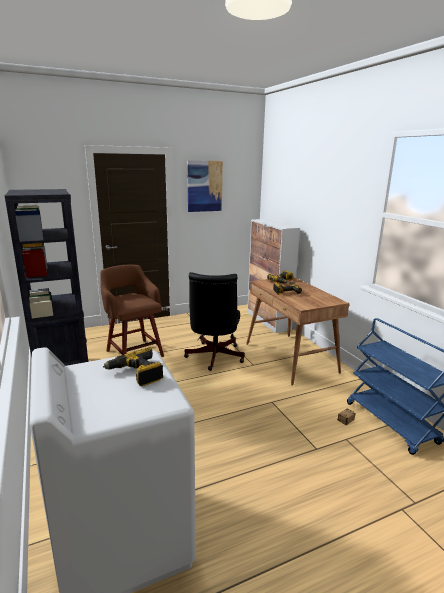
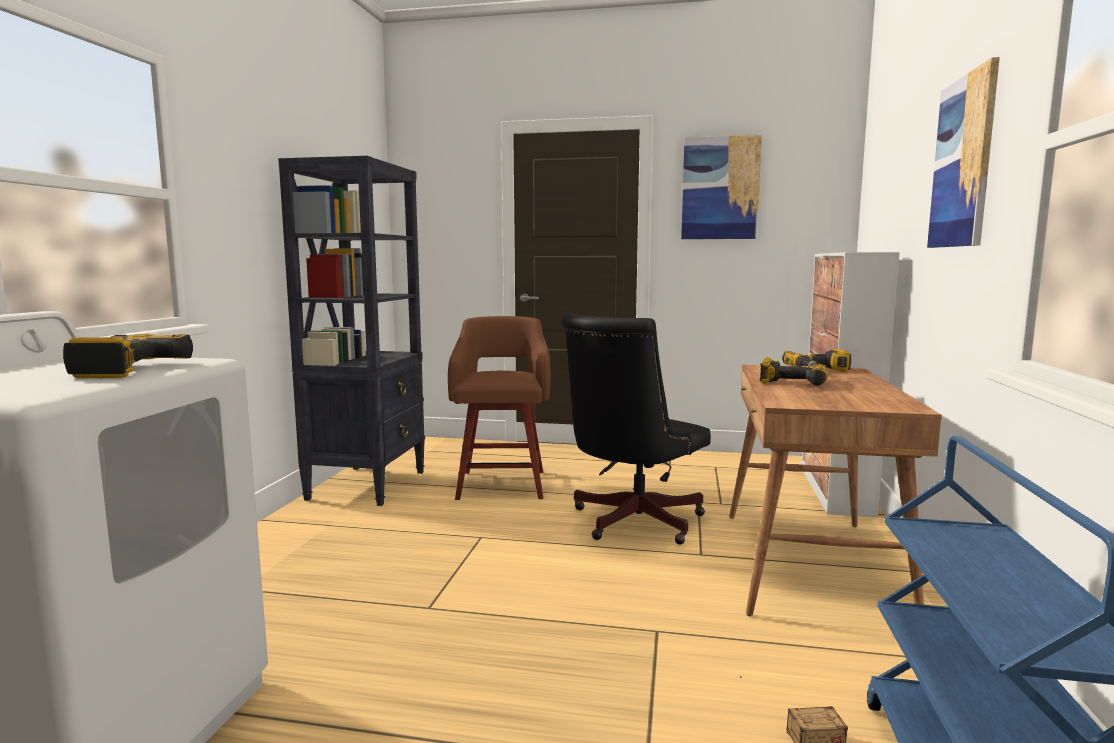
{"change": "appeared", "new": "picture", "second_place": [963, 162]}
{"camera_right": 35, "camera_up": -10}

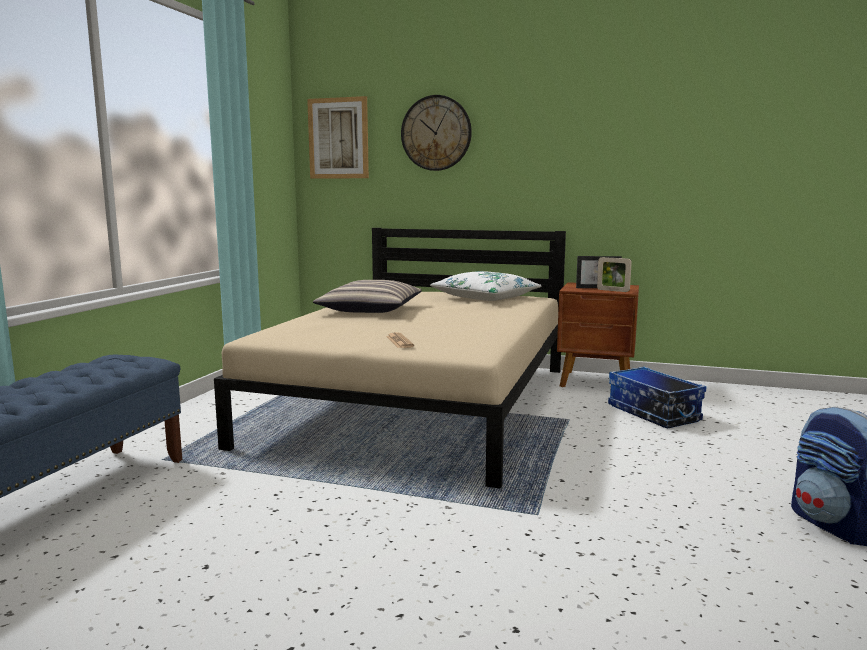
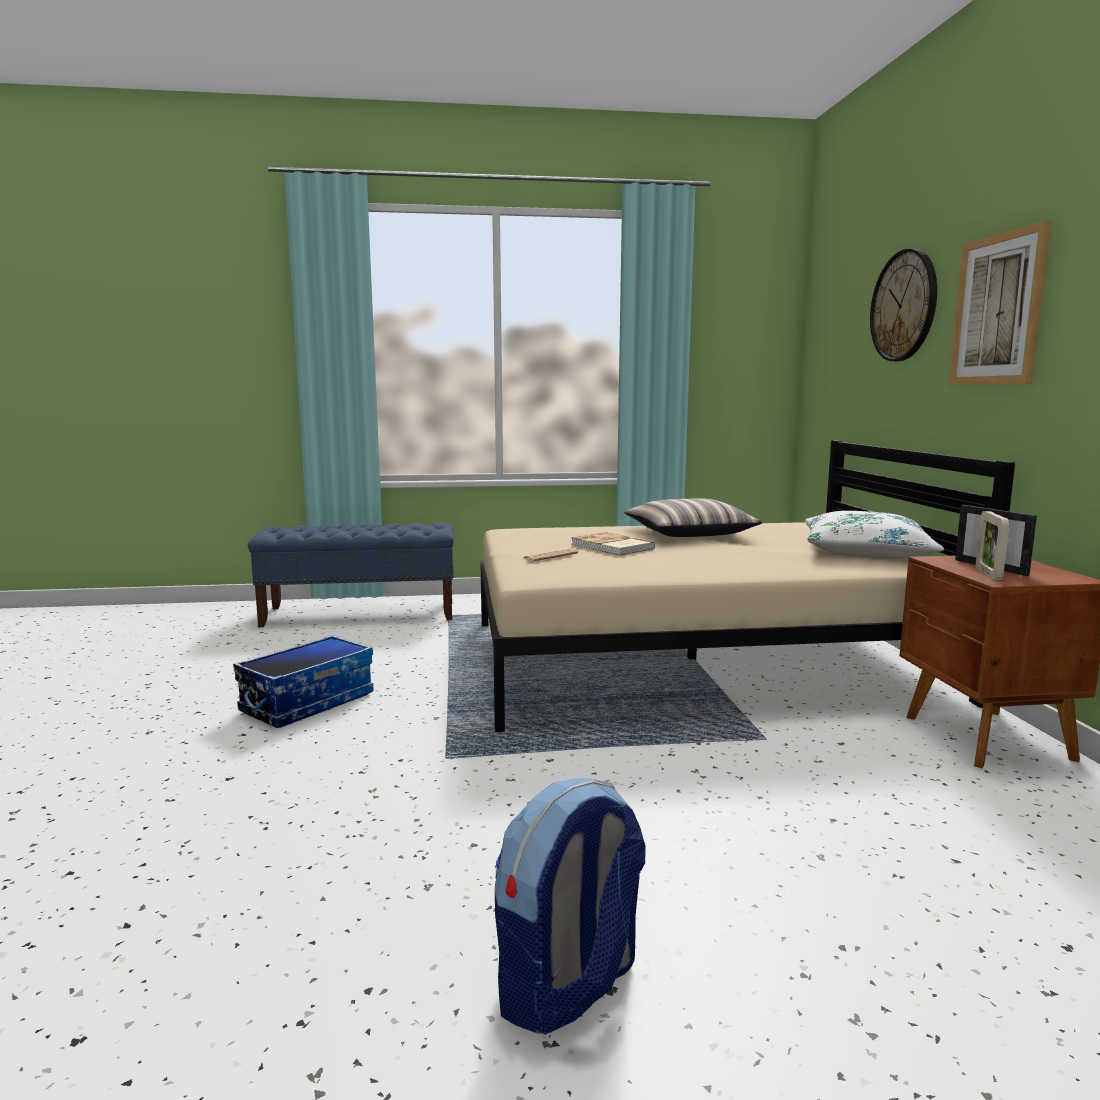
{"change": "appeared", "new": "book", "second_place": [611, 547]}
{"change": "relocated", "old": "picture", "first_place": [338, 138], "second_place": [997, 310]}
{"change": "relocated", "old": "storage box", "first_place": [652, 413], "second_place": [307, 702]}
{"camera_right": 65, "camera_up": 0}

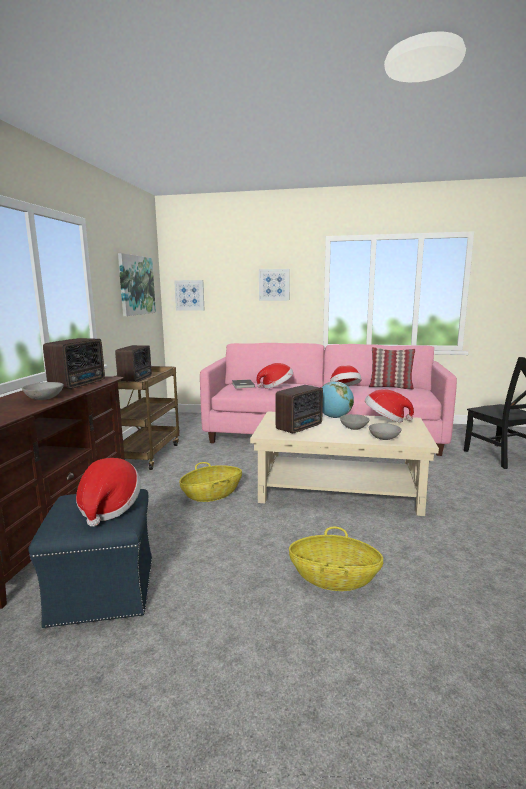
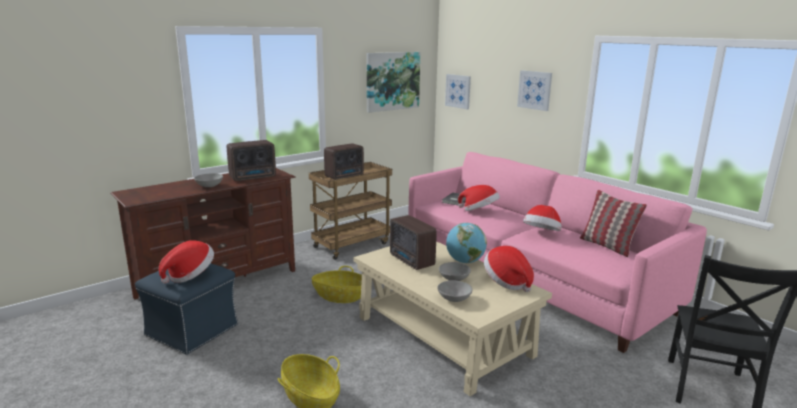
{"change": "spun", "old": "radio", "first_place": [300, 427], "second_place": [411, 261], "degrees": 60}
{"camera_right": 40, "camera_up": 5}

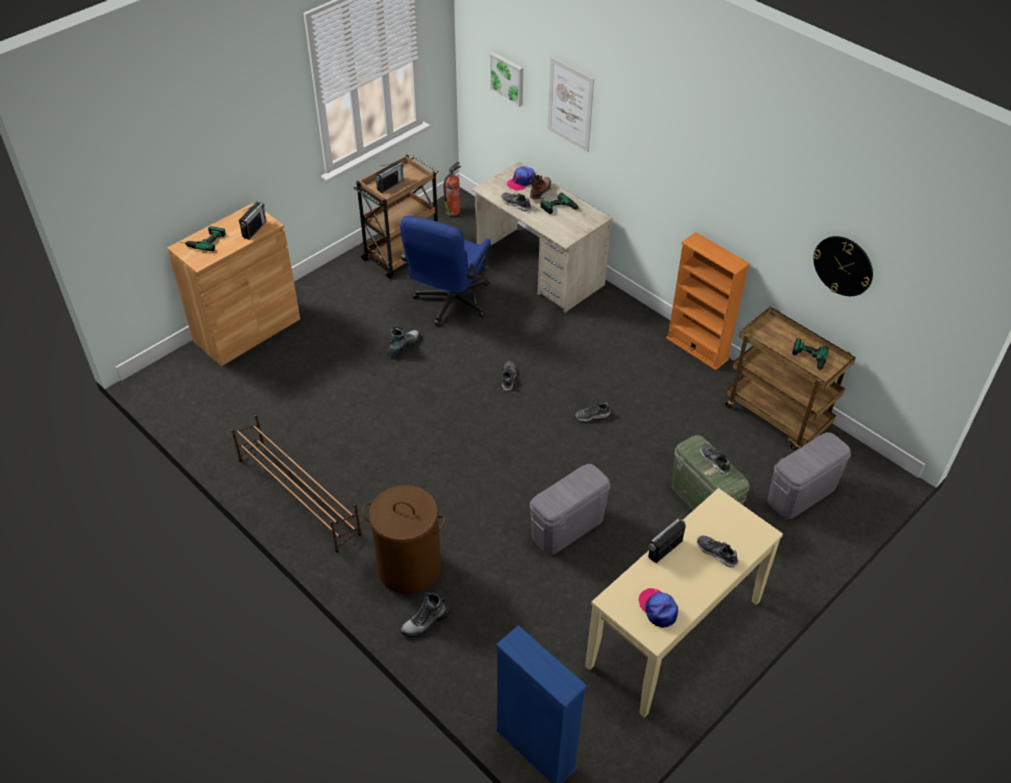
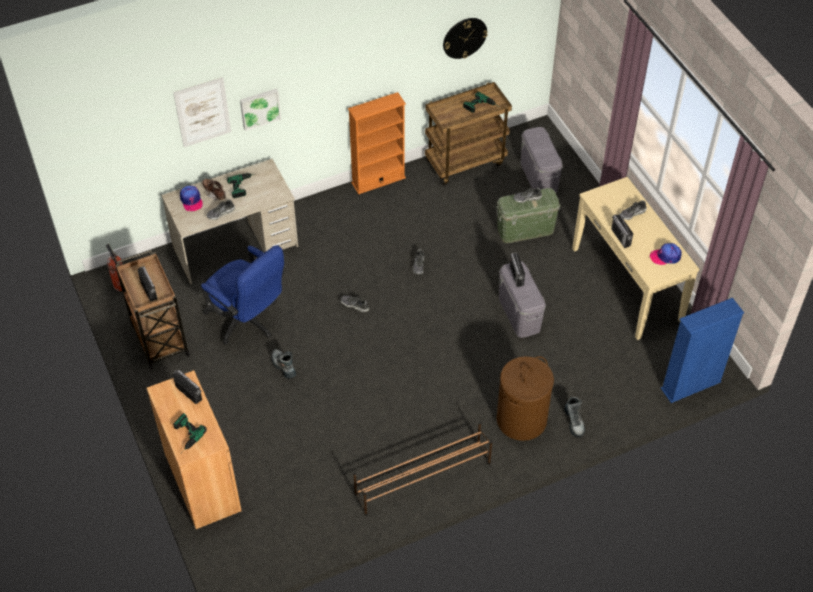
{"change": "appeared", "new": "radio", "second_place": [516, 276]}
{"change": "relocated", "old": "picture", "first_place": [508, 78], "second_place": [260, 108]}
{"camera_right": -70, "camera_up": 5}

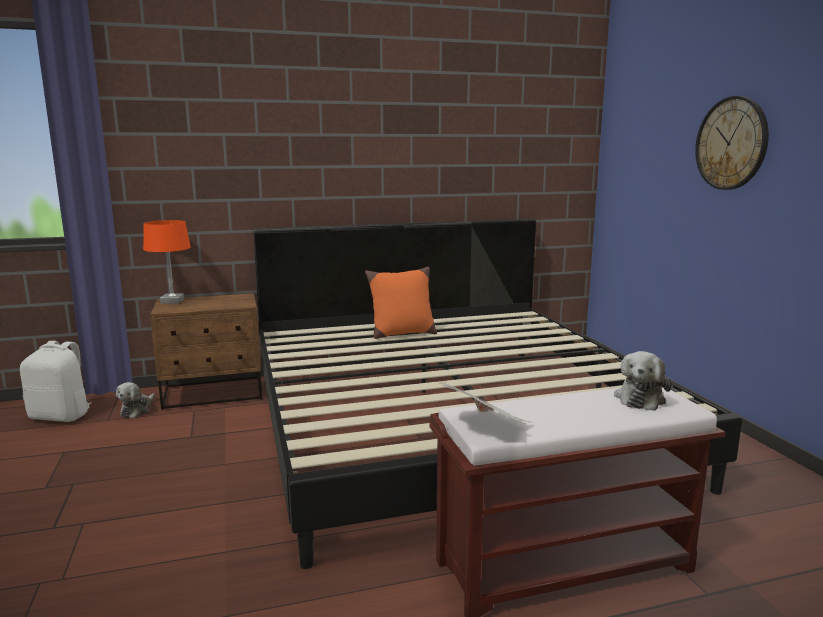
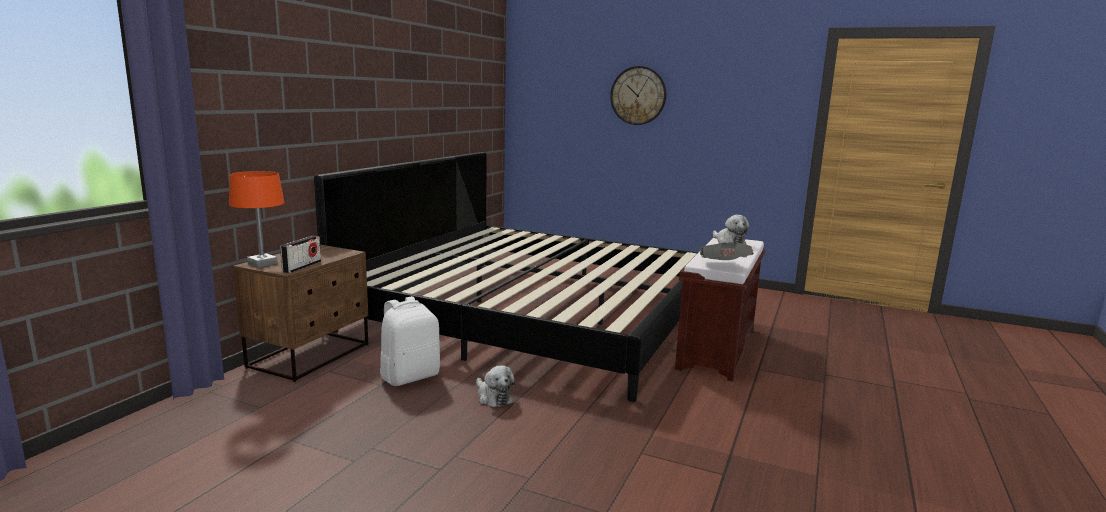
{"change": "missing", "old": "pillow (orange)", "first_place": [401, 334]}
{"change": "appeared", "new": "radio", "second_place": [302, 267]}
{"change": "relocated", "old": "backpack (white)", "first_place": [61, 416], "second_place": [410, 376]}
{"change": "relocated", "old": "plush toy", "first_place": [137, 410], "second_place": [493, 397]}
{"camera_right": -50, "camera_up": 0}

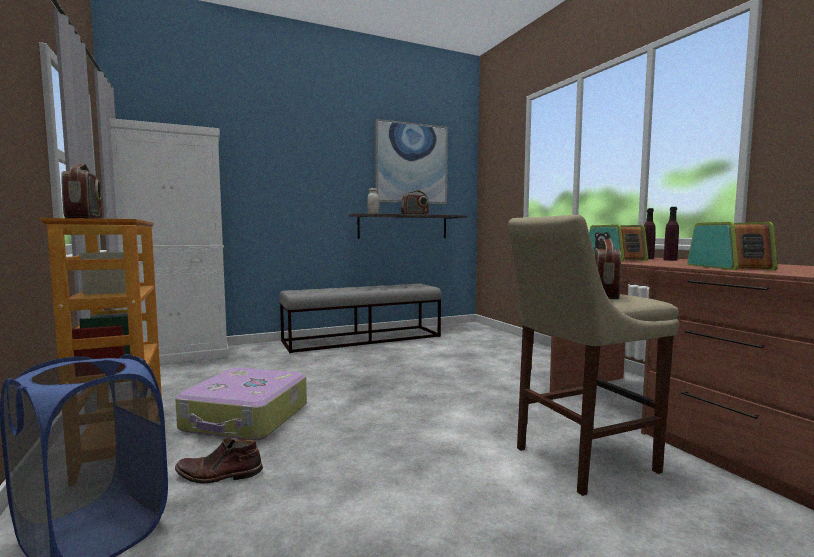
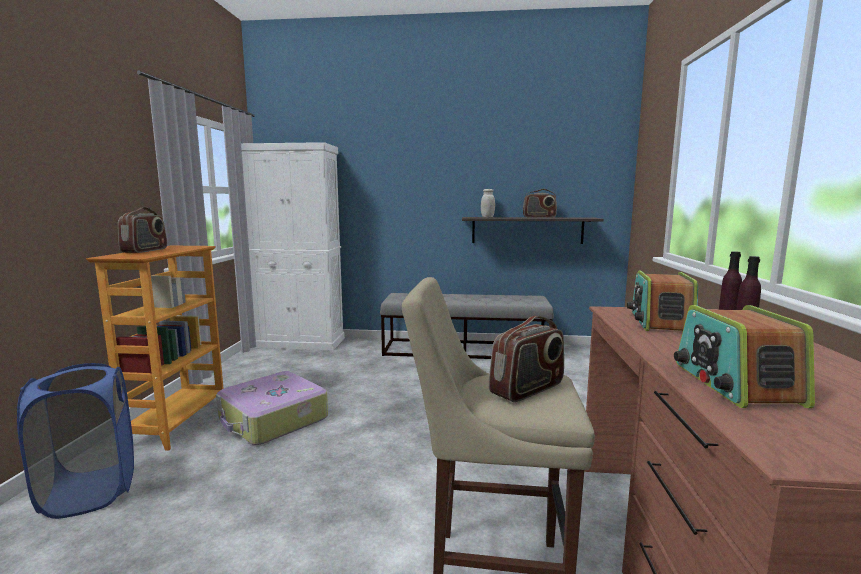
{"change": "missing", "old": "boot (brown)", "first_place": [219, 475]}
{"change": "missing", "old": "picture", "first_place": [411, 163]}
{"change": "spun", "old": "radio", "first_place": [729, 267], "second_place": [734, 384], "degrees": 150}
{"camera_right": 30, "camera_up": 5}

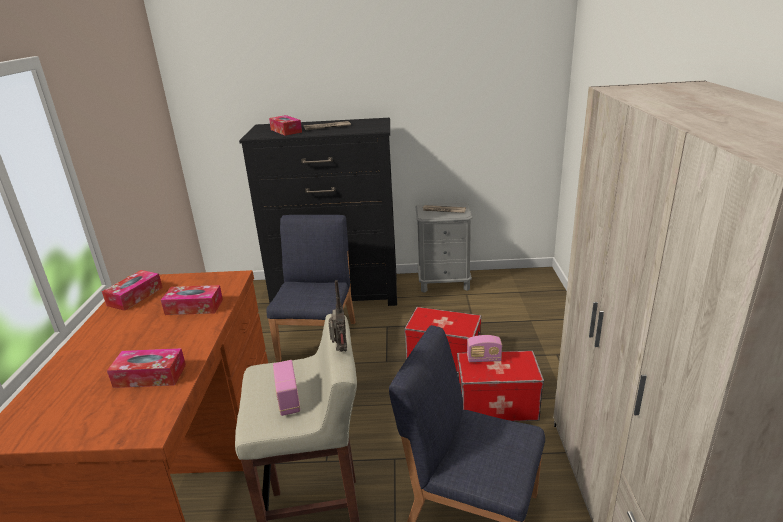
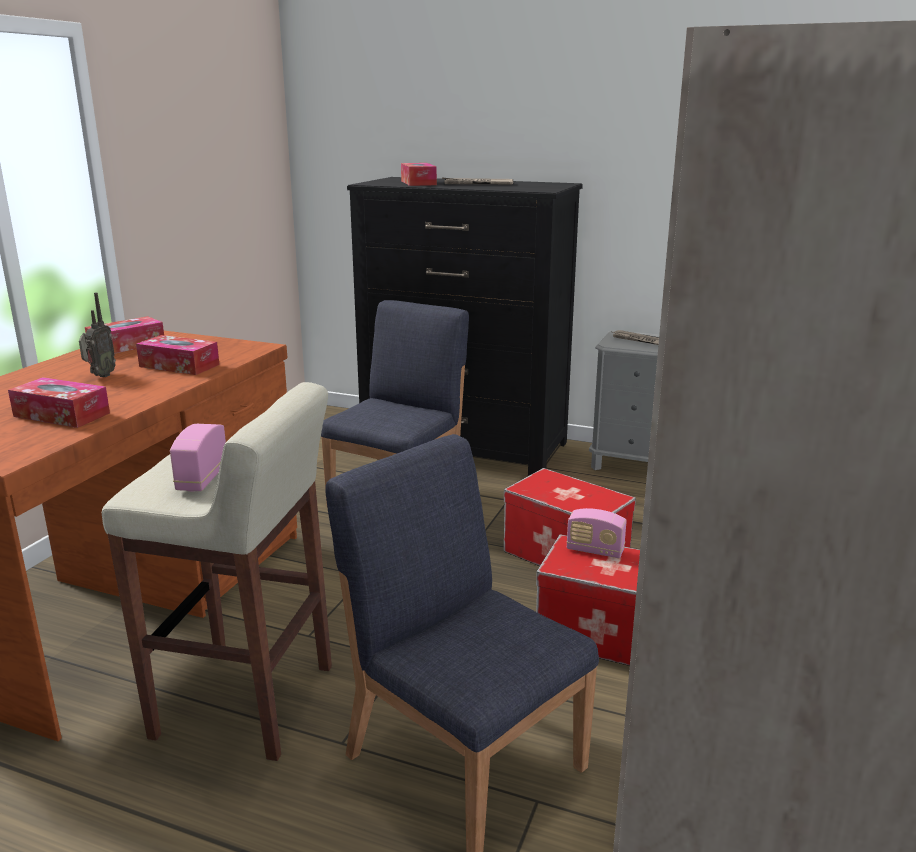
{"change": "relocated", "old": "radio", "first_place": [339, 350], "second_place": [100, 376]}
{"camera_right": 20, "camera_up": -5}

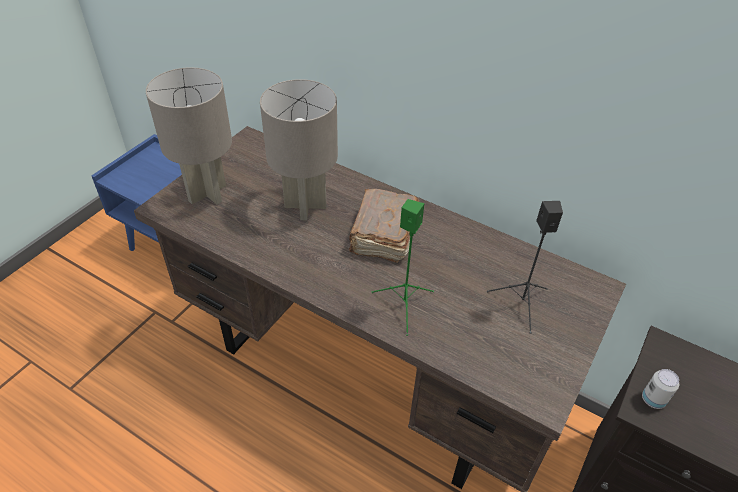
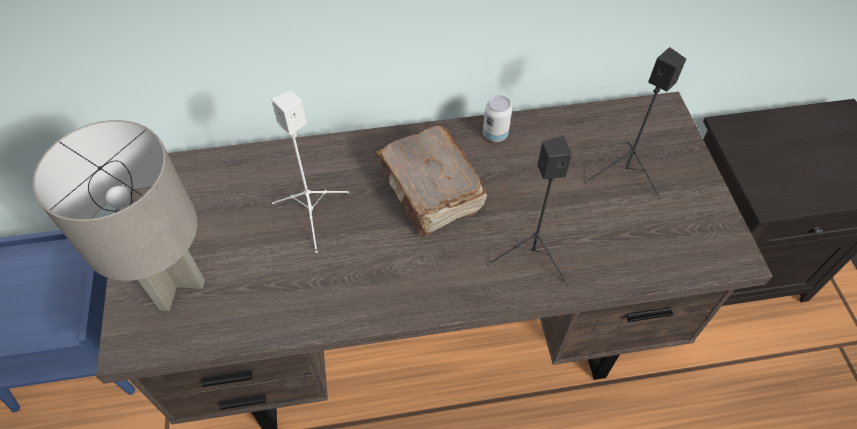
{"change": "relocated", "old": "can", "first_place": [653, 400], "second_place": [495, 134]}
{"change": "exchanged", "old": "table lamp (grey)", "new": "speaker (white)", "first_place": [306, 206], "second_place": [313, 215]}
{"change": "colour", "old": "speaker (green)", "new": "speaker (black)", "first_place": [404, 305], "second_place": [531, 254]}
{"camera_right": -40, "camera_up": 10}

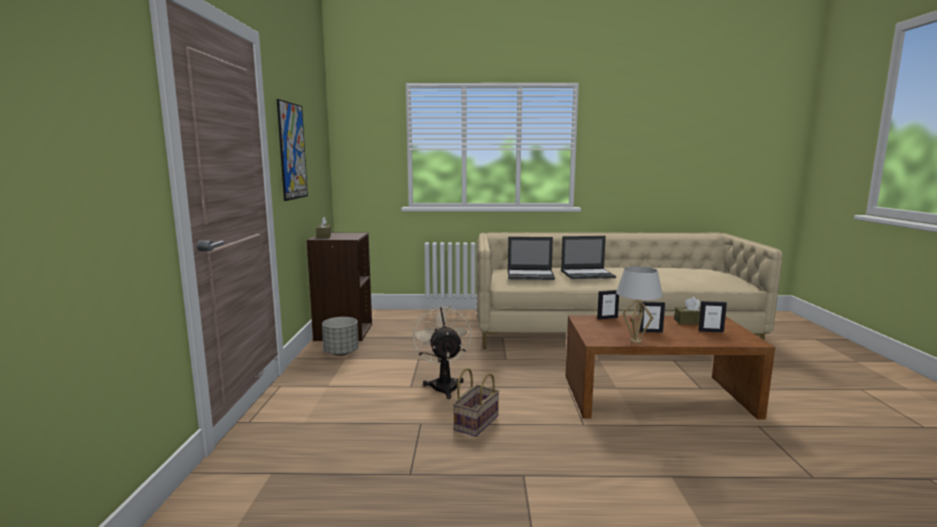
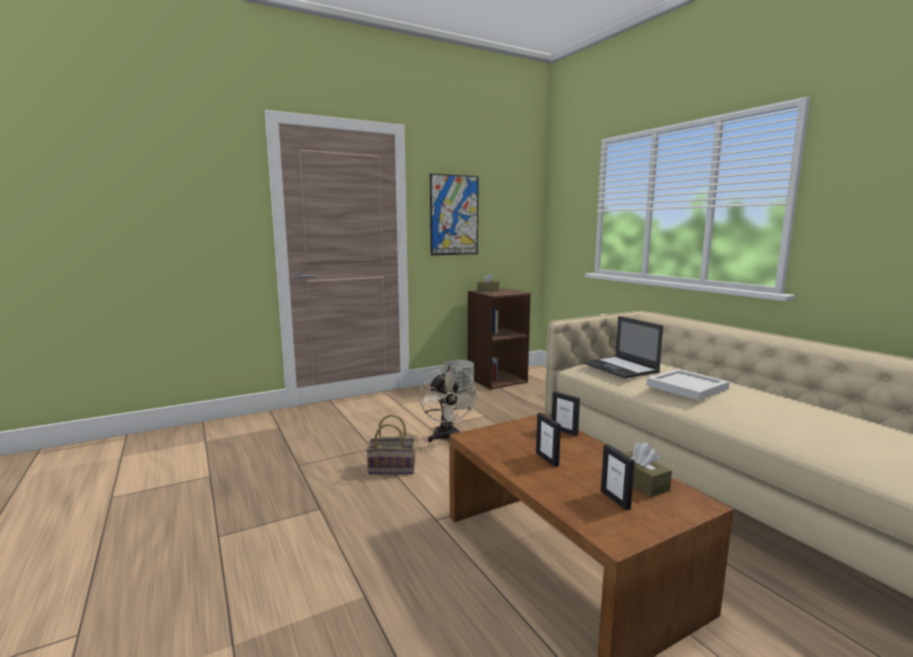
{"change": "missing", "old": "table lamp (white)", "first_place": [635, 341]}
{"change": "exchanged", "old": "laptop", "new": "tray (white)", "first_place": [588, 274], "second_place": [688, 387]}
{"change": "spun", "old": "fan (beige)", "first_place": [443, 385], "second_place": [447, 438], "degrees": 120}
{"camera_right": 60, "camera_up": 0}

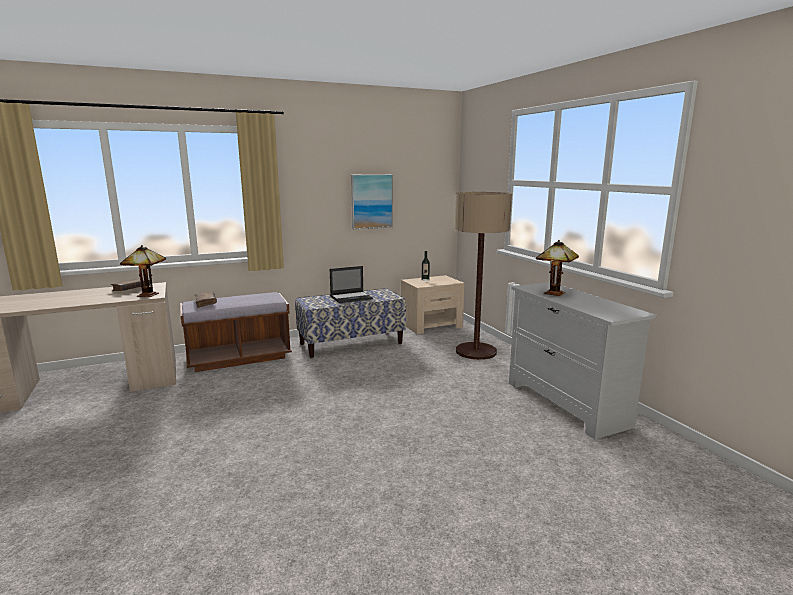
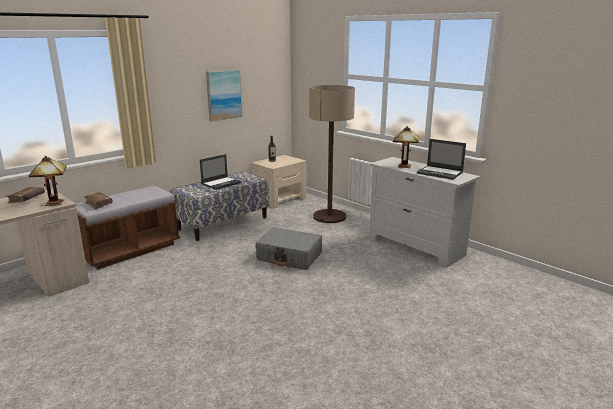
{"change": "appeared", "new": "suitcase (grey)", "second_place": [289, 256]}
{"change": "appeared", "new": "laptop", "second_place": [440, 173]}
{"camera_right": -20, "camera_up": 5}

